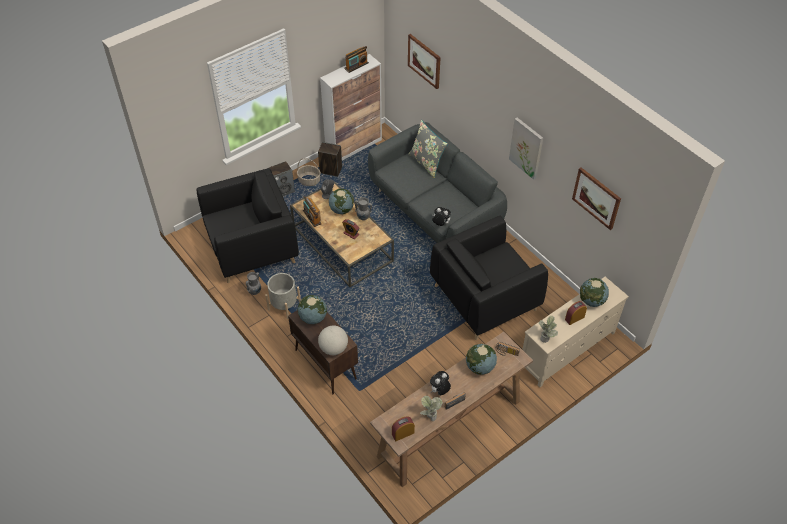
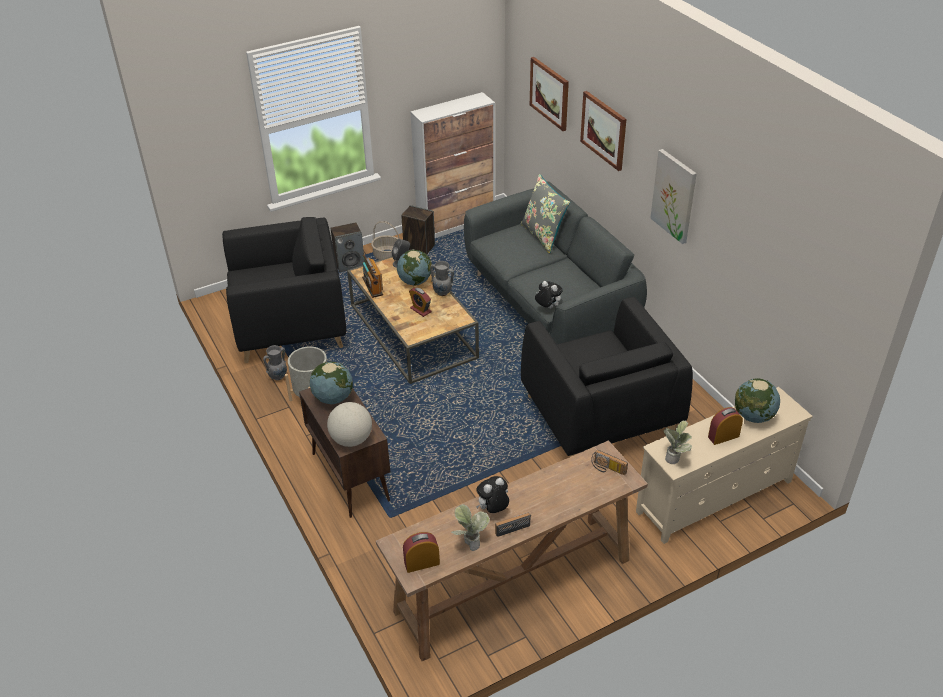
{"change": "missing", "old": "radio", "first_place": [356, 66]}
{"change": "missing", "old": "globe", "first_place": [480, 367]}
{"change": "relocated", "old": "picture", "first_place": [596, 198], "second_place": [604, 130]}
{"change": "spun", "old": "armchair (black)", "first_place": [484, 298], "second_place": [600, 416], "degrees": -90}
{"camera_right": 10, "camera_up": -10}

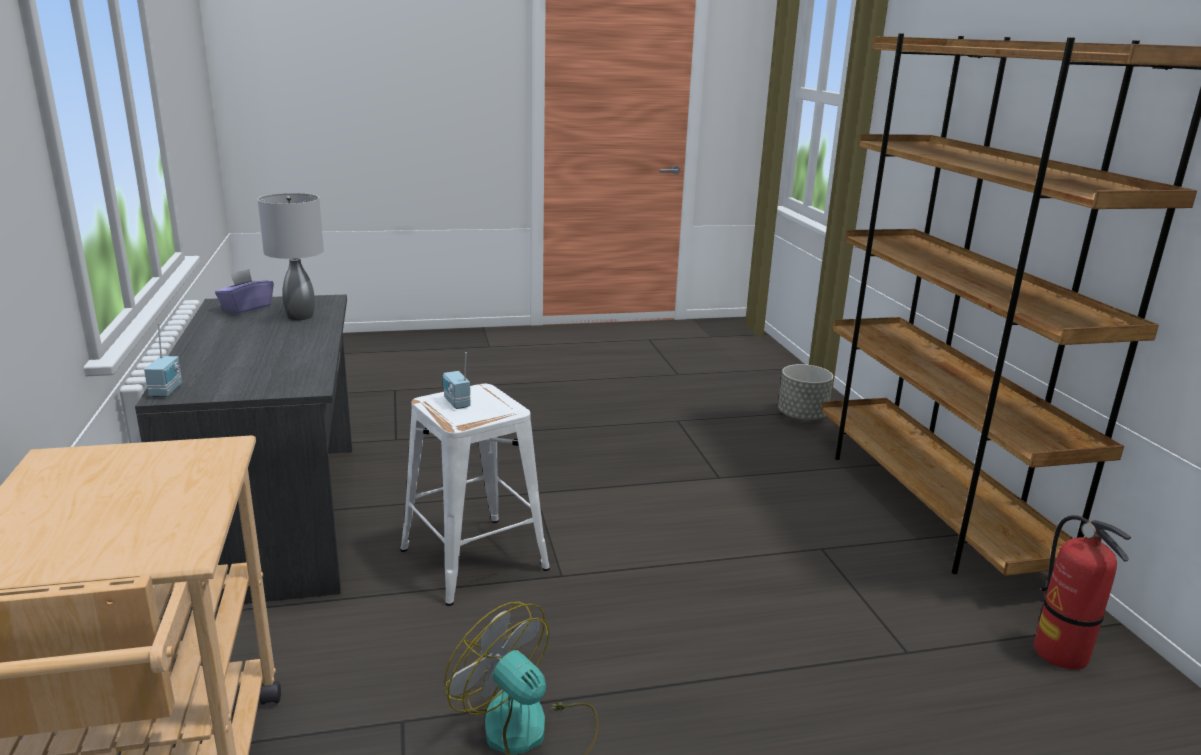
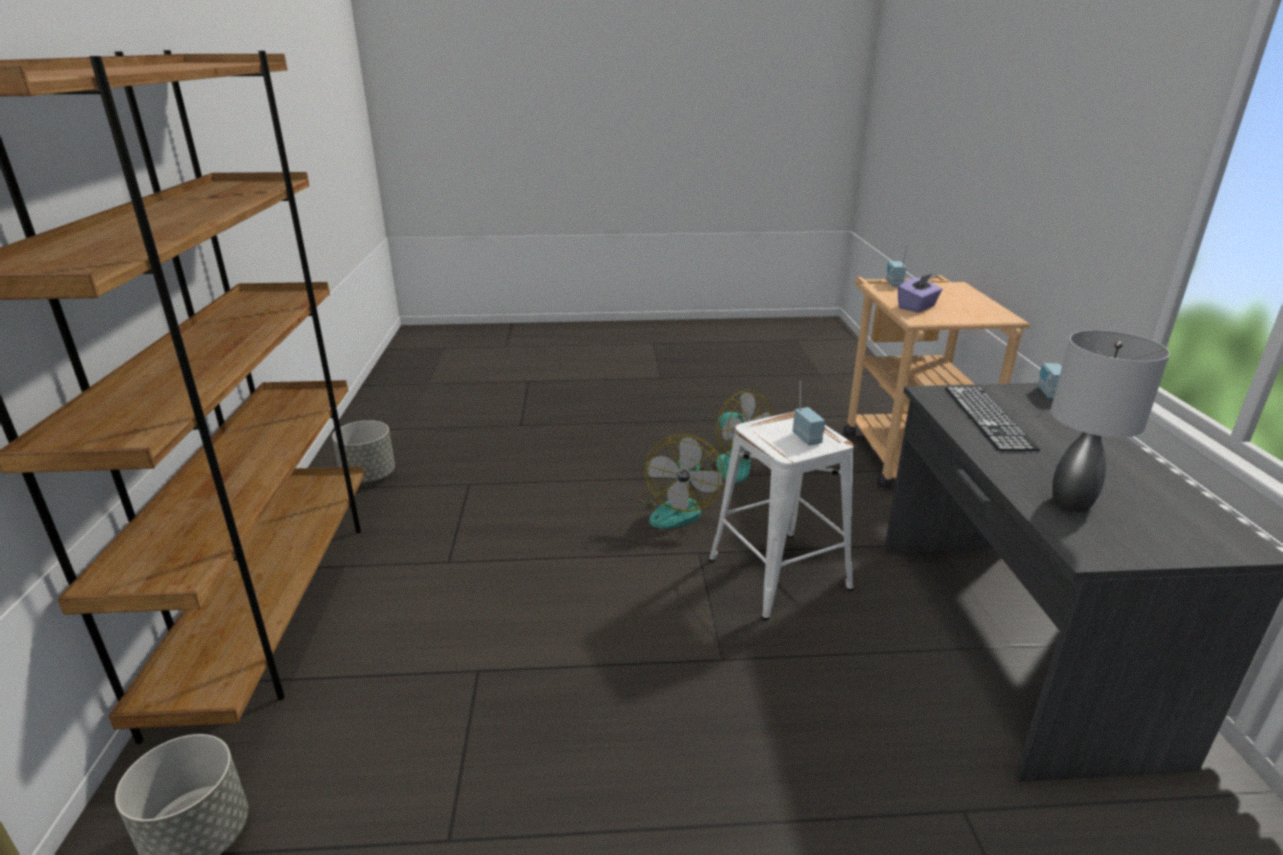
{"change": "appeared", "new": "fan", "second_place": [678, 508]}
{"change": "appeared", "new": "radio", "second_place": [893, 283]}
{"change": "appeared", "new": "keyboard", "second_place": [988, 417]}
{"change": "relocated", "old": "tissue box (purple)", "first_place": [246, 308], "second_place": [917, 307]}
{"change": "exchanged", "old": "fire extinguisher", "new": "planter (grey)", "first_place": [1061, 654], "second_place": [368, 476]}
{"camera_right": -170, "camera_up": 5}

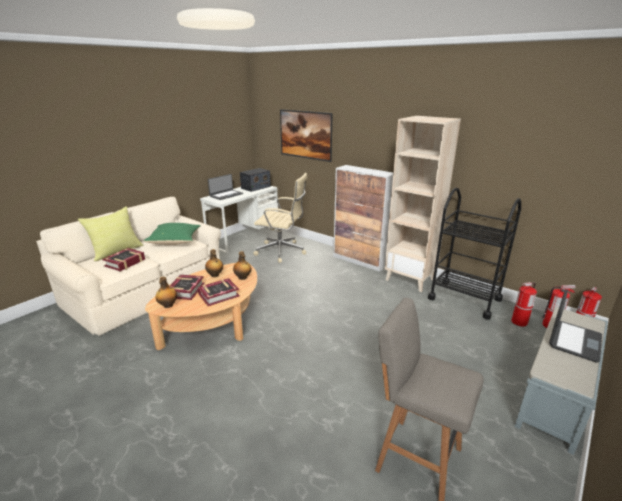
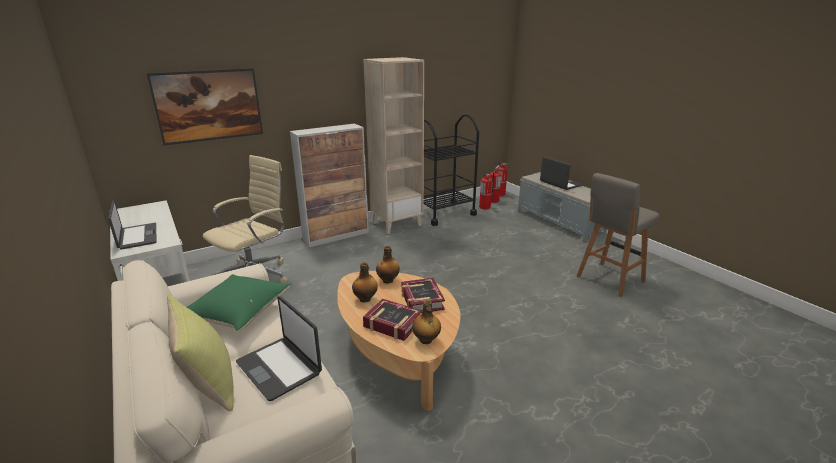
{"change": "missing", "old": "radio", "first_place": [255, 187]}
{"change": "exchanged", "old": "book", "new": "laptop", "first_place": [125, 263], "second_place": [280, 368]}
{"camera_right": -70, "camera_up": 0}

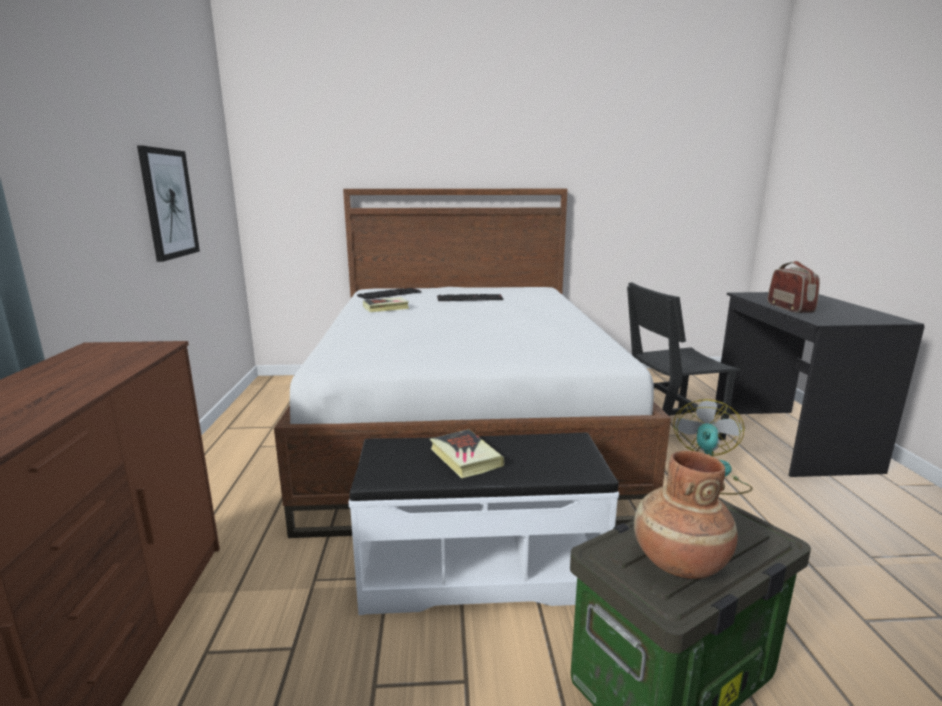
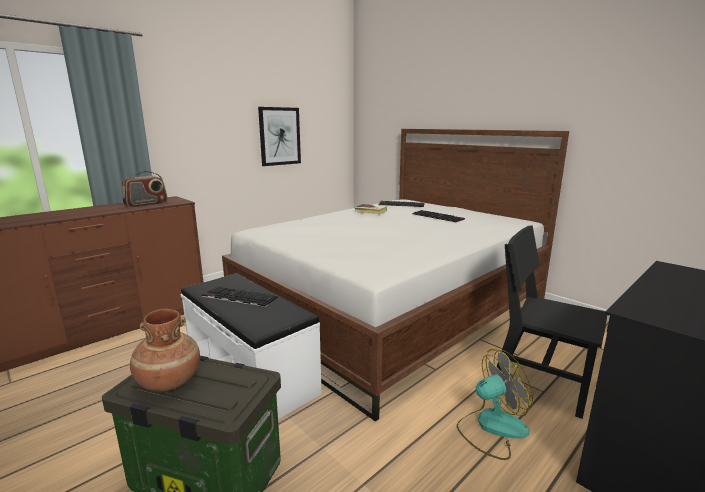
{"change": "relocated", "old": "radio", "first_place": [790, 308], "second_place": [146, 205]}
{"change": "exchanged", "old": "book", "new": "keyboard", "first_place": [465, 458], "second_place": [238, 297]}
{"camera_right": 50, "camera_up": 0}

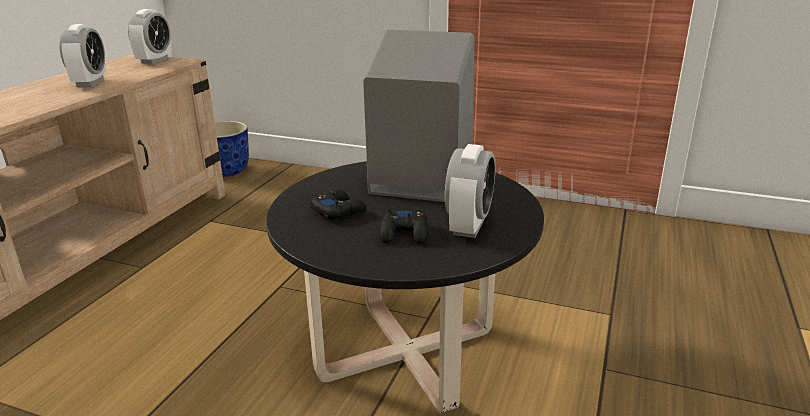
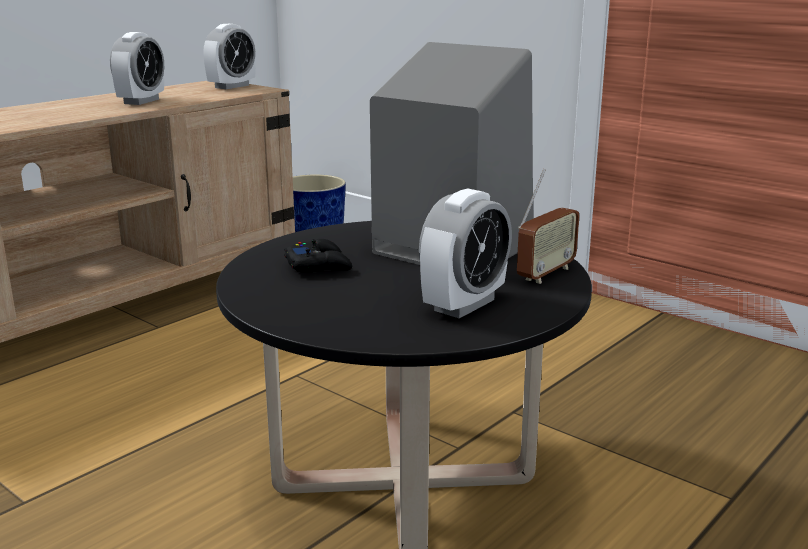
{"change": "missing", "old": "game controller (black)", "first_place": [405, 233]}
{"change": "appeared", "new": "radio", "second_place": [545, 274]}
{"camera_right": 20, "camera_up": -5}

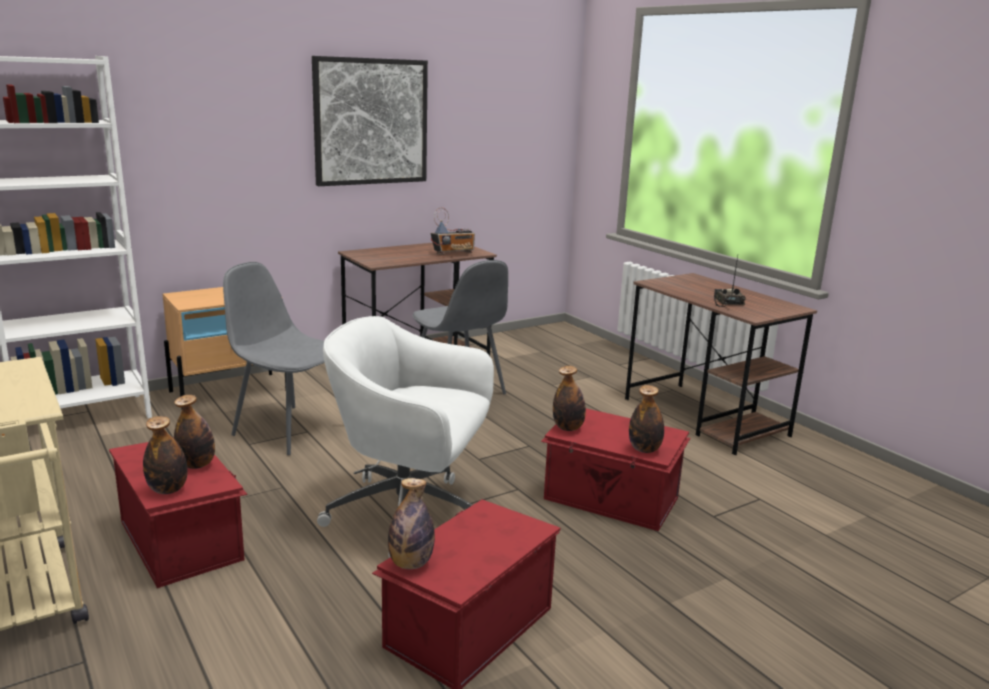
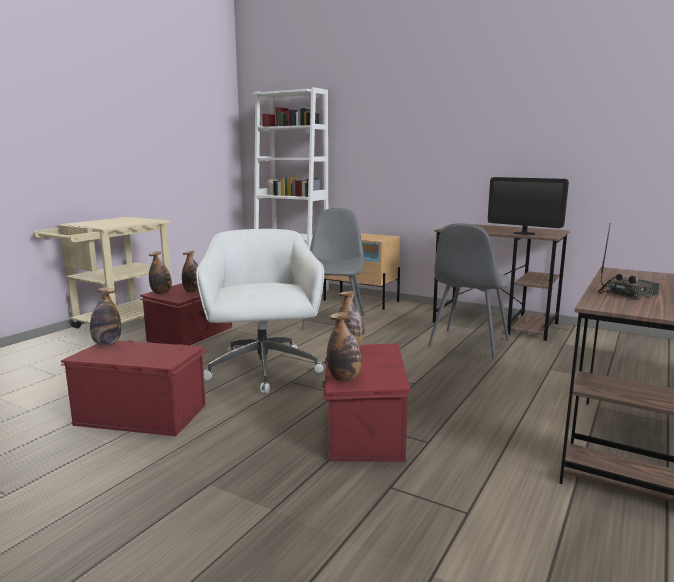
{"change": "missing", "old": "picture", "first_place": [371, 122]}
{"change": "exchanged", "old": "radio", "new": "monitor", "first_place": [453, 254], "second_place": [524, 233]}
{"camera_right": 65, "camera_up": -5}

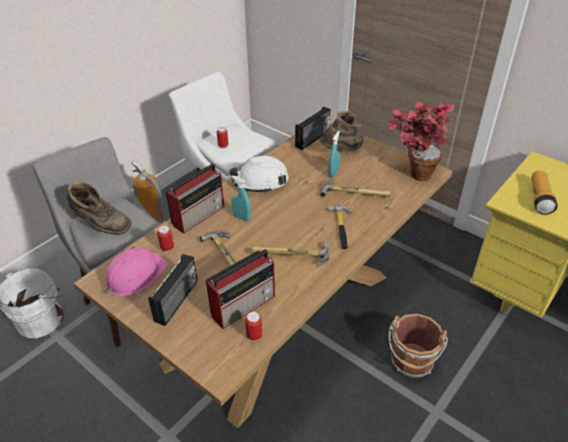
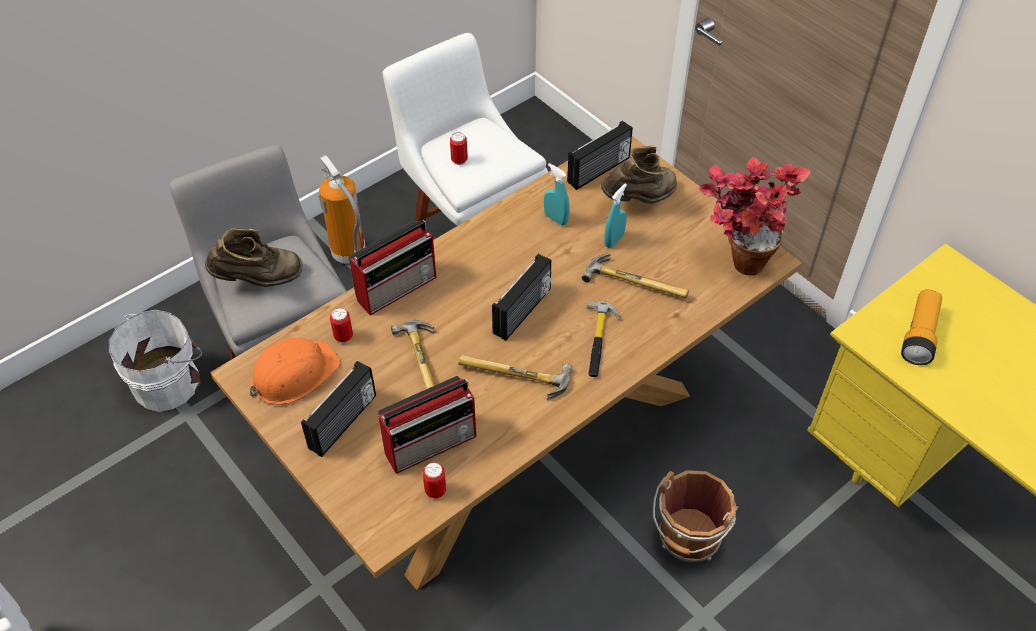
{"change": "missing", "old": "hard hat (white)", "first_place": [260, 181]}
{"change": "appeared", "new": "radio", "second_place": [523, 312]}
{"change": "relocated", "old": "spray bottle (turquoise)", "first_place": [241, 217], "second_place": [555, 219]}
{"change": "colour", "old": "hard hat (pink)", "new": "hard hat (orange)", "first_place": [135, 275], "second_place": [293, 374]}
{"change": "spun", "old": "boot (brown)", "first_place": [101, 226], "second_place": [258, 280], "degrees": -45}
{"camera_right": 10, "camera_up": 10}

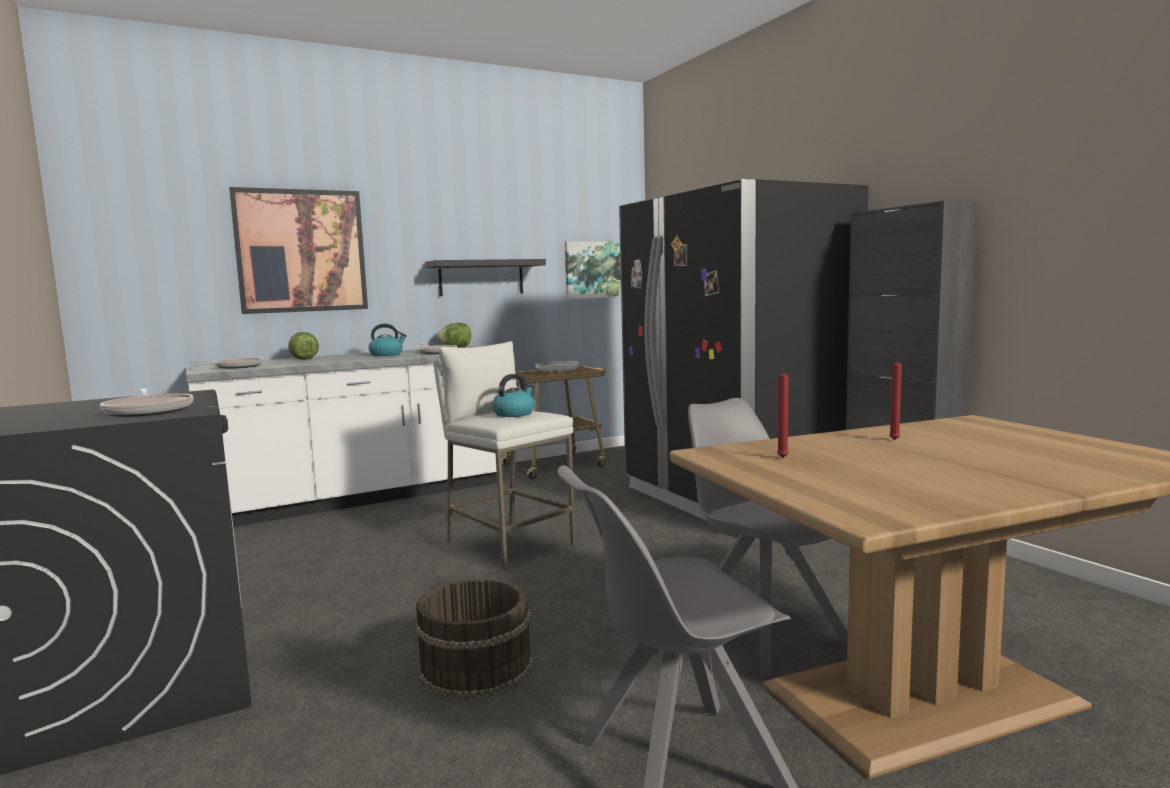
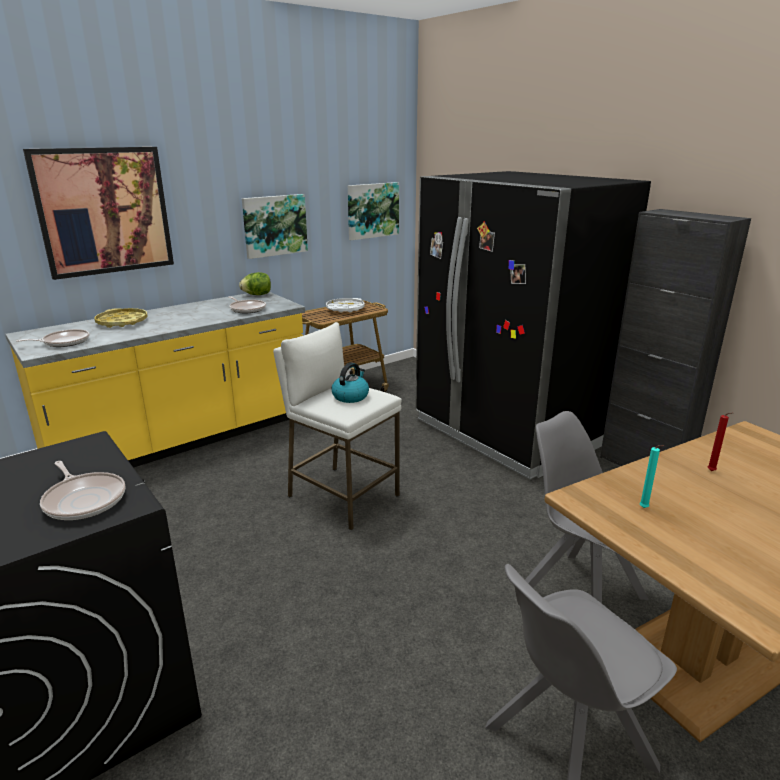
{"change": "missing", "old": "kettle", "first_place": [387, 354]}
{"change": "missing", "old": "bucket (brown)", "first_place": [475, 668]}
{"change": "exchanged", "old": "lettuce", "new": "tray (yellow)", "first_place": [304, 359], "second_place": [122, 322]}
{"change": "exchanged", "old": "shelf (black)", "new": "picture", "first_place": [481, 278], "second_place": [274, 225]}
{"change": "colour", "old": "counter (white)", "new": "counter (yellow)", "first_place": [359, 498], "second_place": [184, 440]}
{"change": "colour", "old": "candle (red)", "new": "candle (turquoise)", "first_place": [783, 458], "second_place": [645, 508]}
{"camera_right": -10, "camera_up": 15}

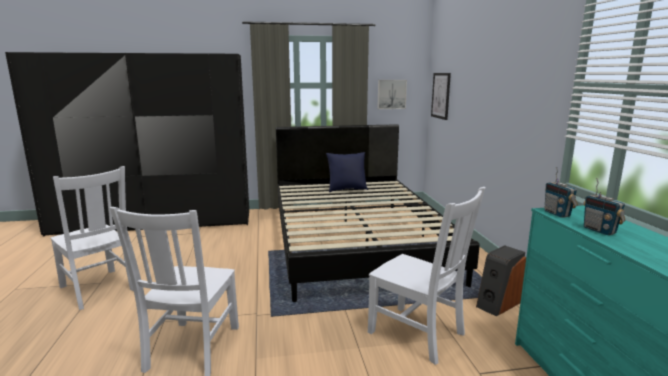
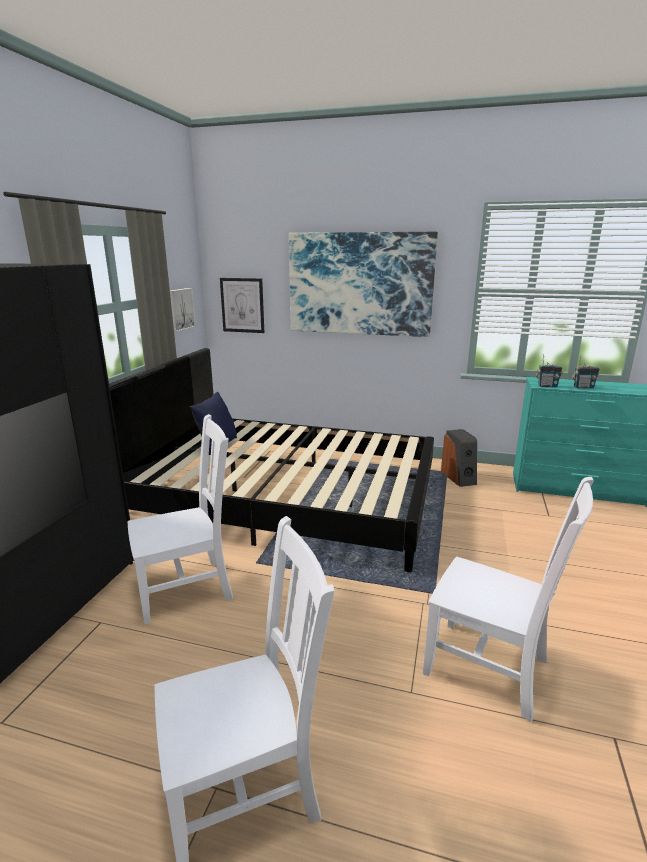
{"change": "appeared", "new": "picture", "second_place": [360, 284]}
{"change": "relocated", "old": "chair (white)", "first_place": [419, 334], "second_place": [188, 589]}
{"camera_right": -65, "camera_up": 5}

